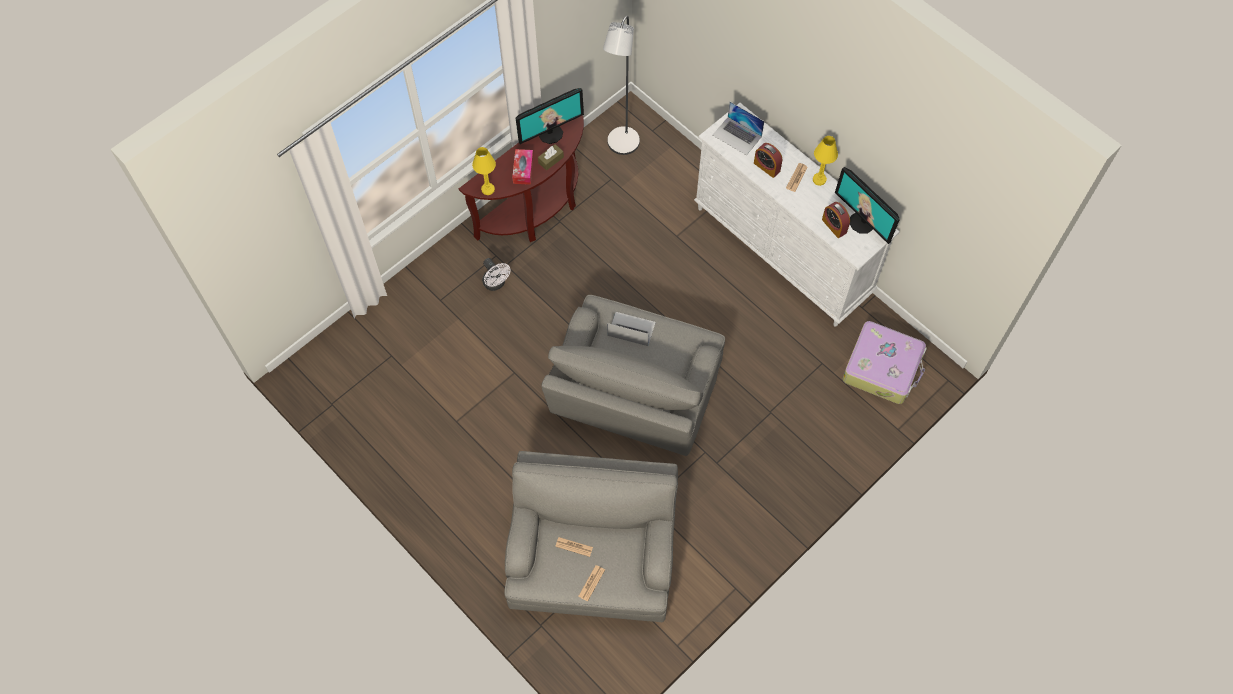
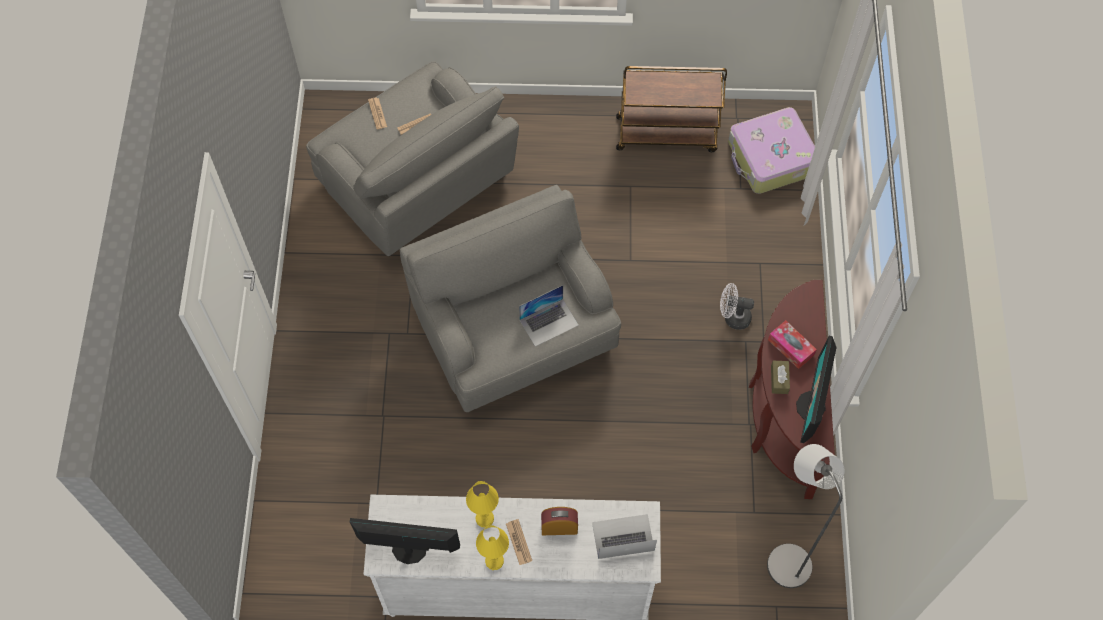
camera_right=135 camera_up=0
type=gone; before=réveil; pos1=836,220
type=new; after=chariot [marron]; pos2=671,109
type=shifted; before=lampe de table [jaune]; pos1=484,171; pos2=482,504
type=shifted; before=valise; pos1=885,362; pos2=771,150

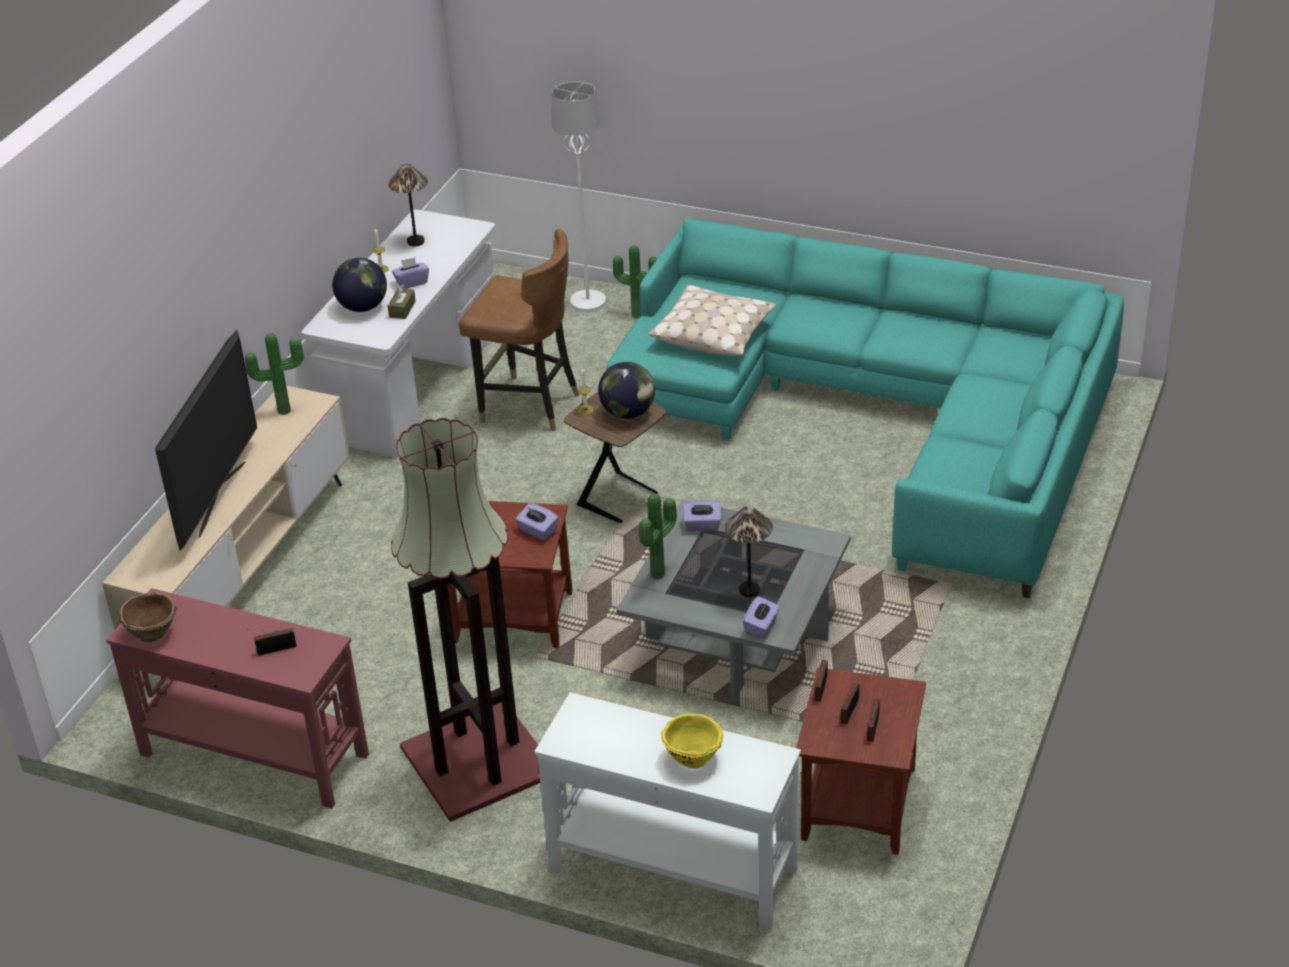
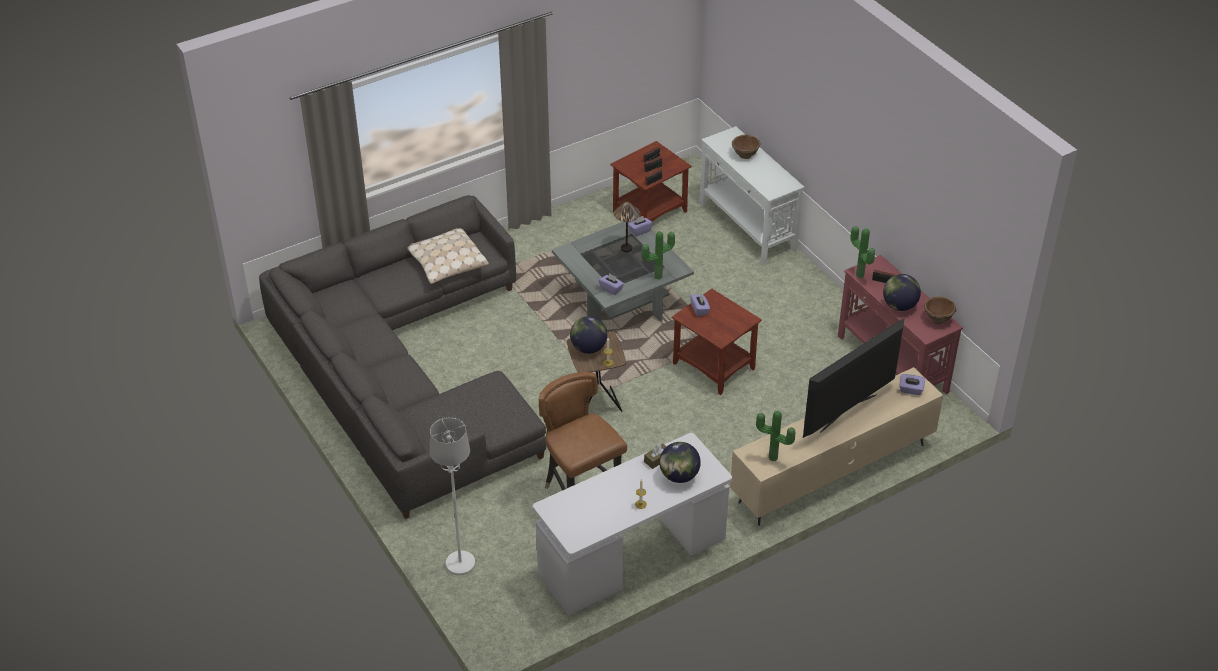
camera_right=-145 camera_up=5
type=gone; before=lampe de table; pos1=408,205
type=gone; before=lampadaire; pos1=465,620
type=new; after=globe; pos2=902,292
type=shifted; before=boîte à mouchoirs [violet]; pos1=410,273; pos2=912,384
type=shifted; before=plante en pot; pos1=635,282; pos2=862,252
type=shifted; before=coussin [beige]; pos1=712,320; pos2=448,256
type=repainted; before=canapé [turquoise]; after=canapé [gris]; pos1=865,408; pos2=403,357
type=repainted; before=bol [jaune]; after=bol [marron]; pos1=692,741; pos2=746,147

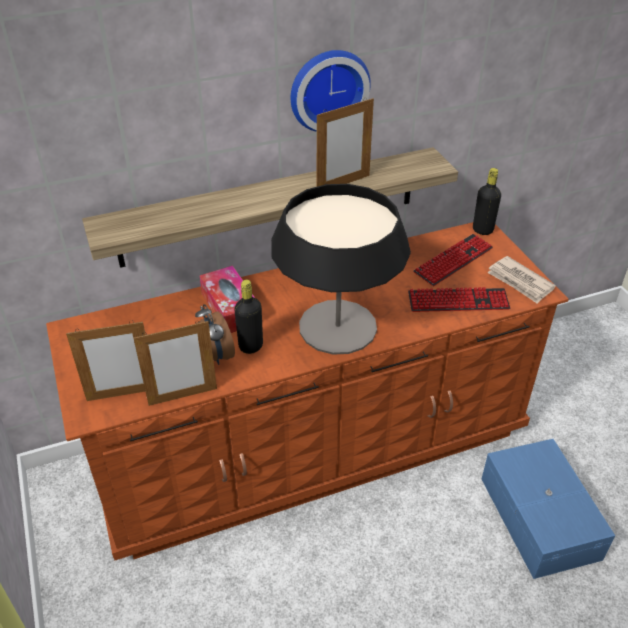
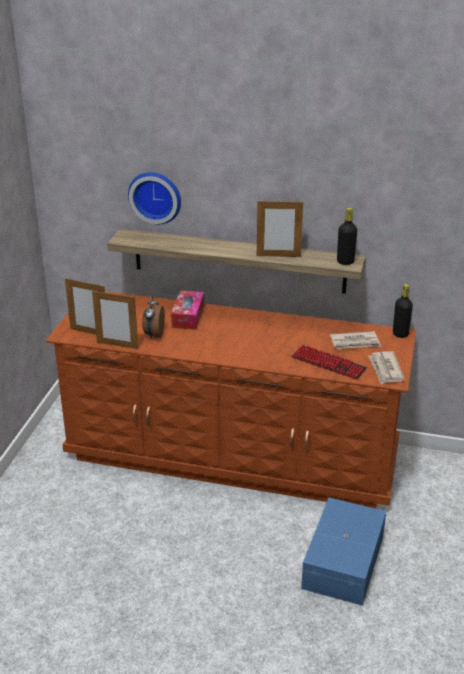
camera_right=35 camera_up=-10
type=gone; before=lampe de table; pos1=341,269
type=shifted; before=bouteille [noir]; pos1=248,317; pos2=347,236
type=shifted; before=horloge murale; pos1=331,91; pos2=154,198
type=swapped; before=clavier; after=journal; pos1=453,260; pos2=355,340

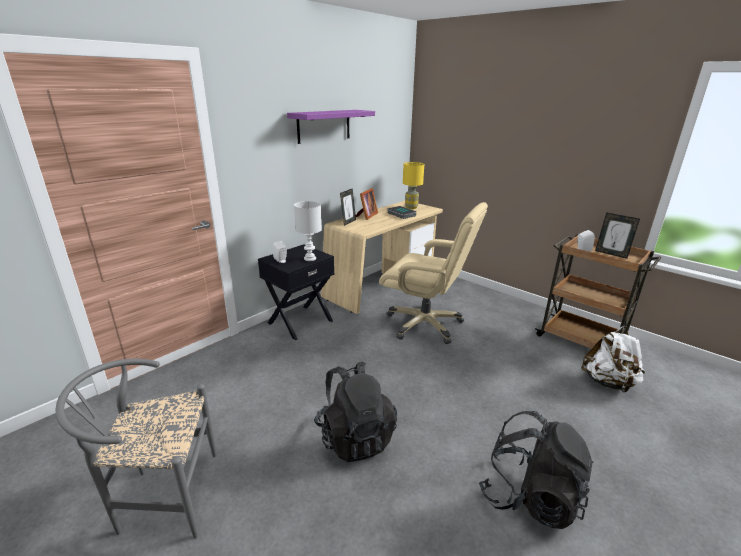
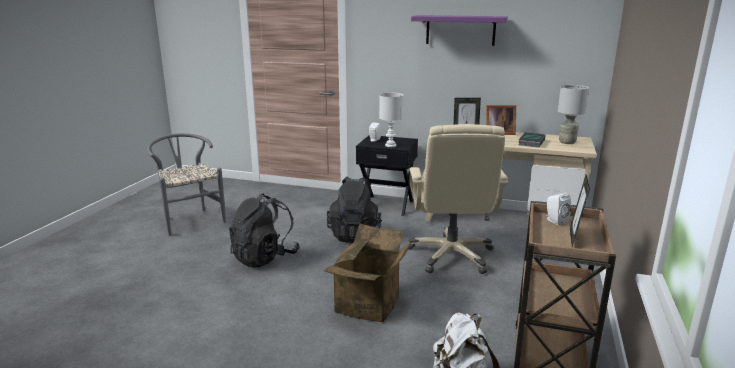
camera_right=65 camera_up=-5
type=new; after=carton; pos2=367,272
type=shifted; before=sac à dos [noir]; pos1=536,470; pos2=354,209
type=repainted; before=lampe de table [jaune]; after=lampe de table [gris]; pos1=413,185; pos2=573,114

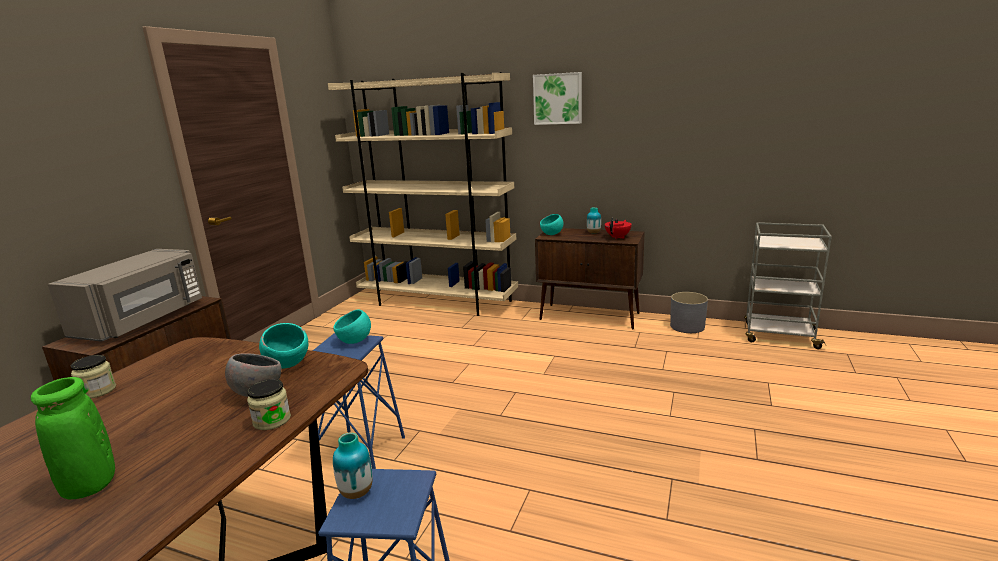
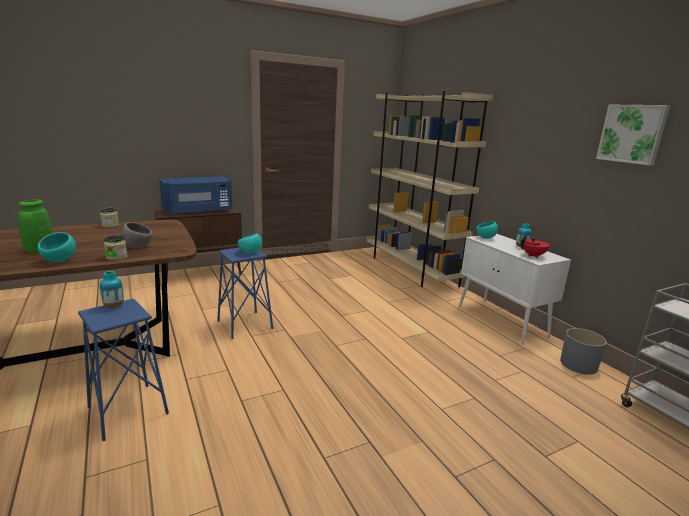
camera_right=40 camera_up=0
type=shifted; before=bol [turquoise]; pos1=284,346; pos2=57,247
type=shifted; before=tableau; pos1=557,98; pos2=633,135
type=repainted; before=micro-ondes [gris]; after=micro-ondes [bleu]; pos1=125,295; pos2=195,196
type=repainted; before=meuble de rangement [marron]; after=meuble de rangement [blanc]; pos1=590,279; pos2=515,289

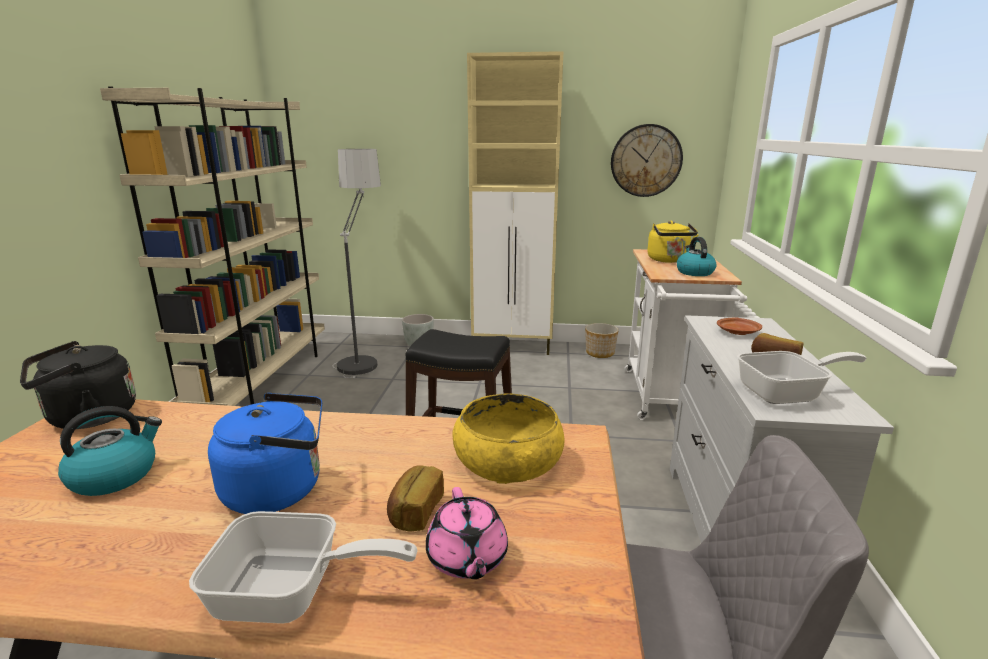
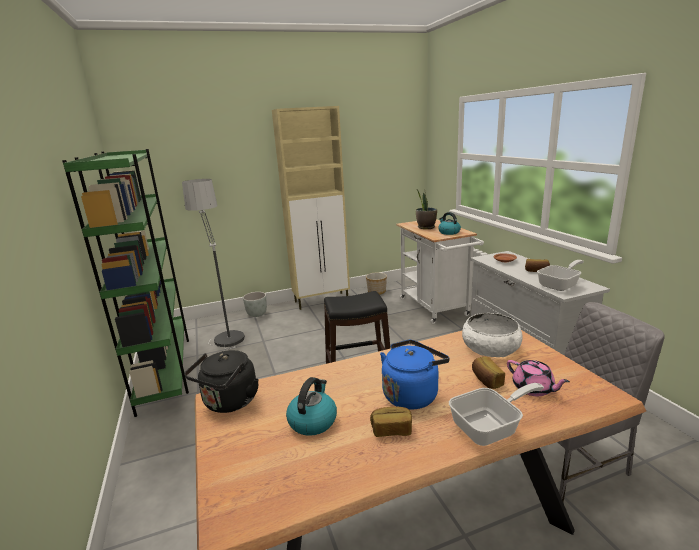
camera_right=-25 camera_up=0
type=gone; before=horloge murale; pos1=647,160
type=new; after=pain; pos2=391,422
type=swapped; before=bouilloire [jaune]; after=plante en pot; pos1=673,241; pos2=426,209
type=repainted; before=bibliothèque [beige]; after=bibliothèque [vert]; pos1=212,246; pos2=125,283
type=repainted; before=bol [jaune]; after=bol [blanc]; pos1=508,438; pos2=492,335

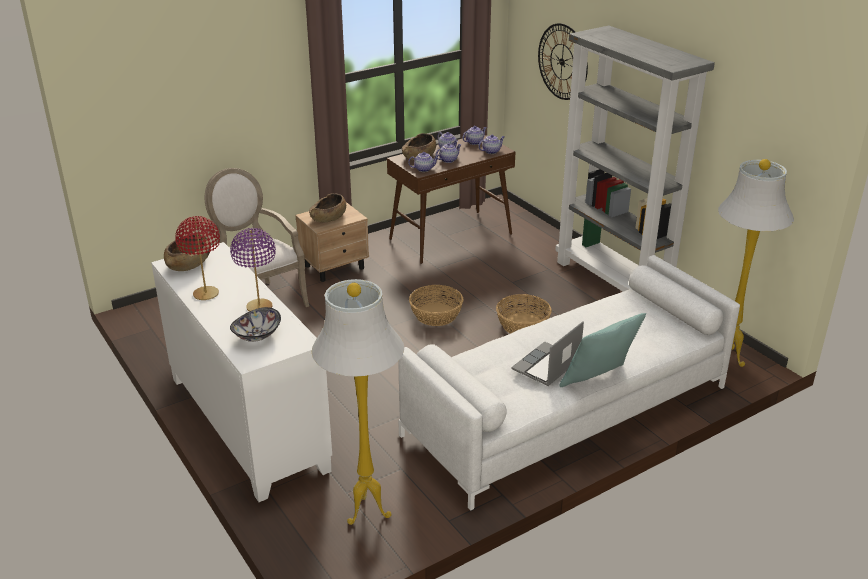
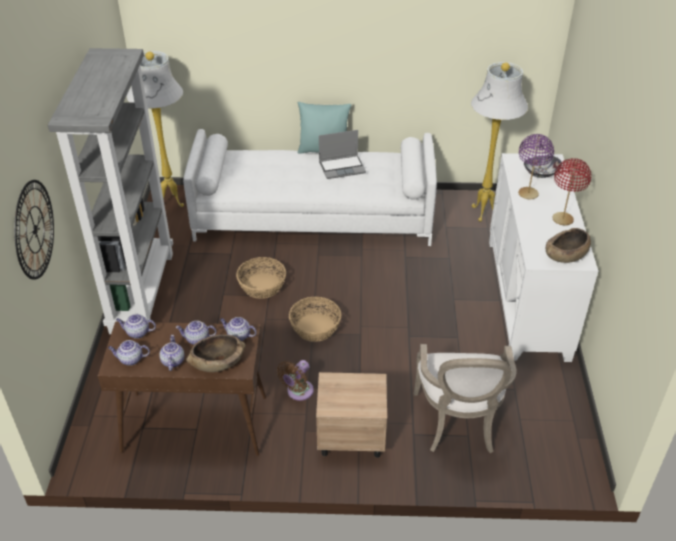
camera_right=-145 camera_up=10
type=gone; before=bol [marron]; pos1=327,207
type=new; after=ventilateur [marron]; pos2=295,380

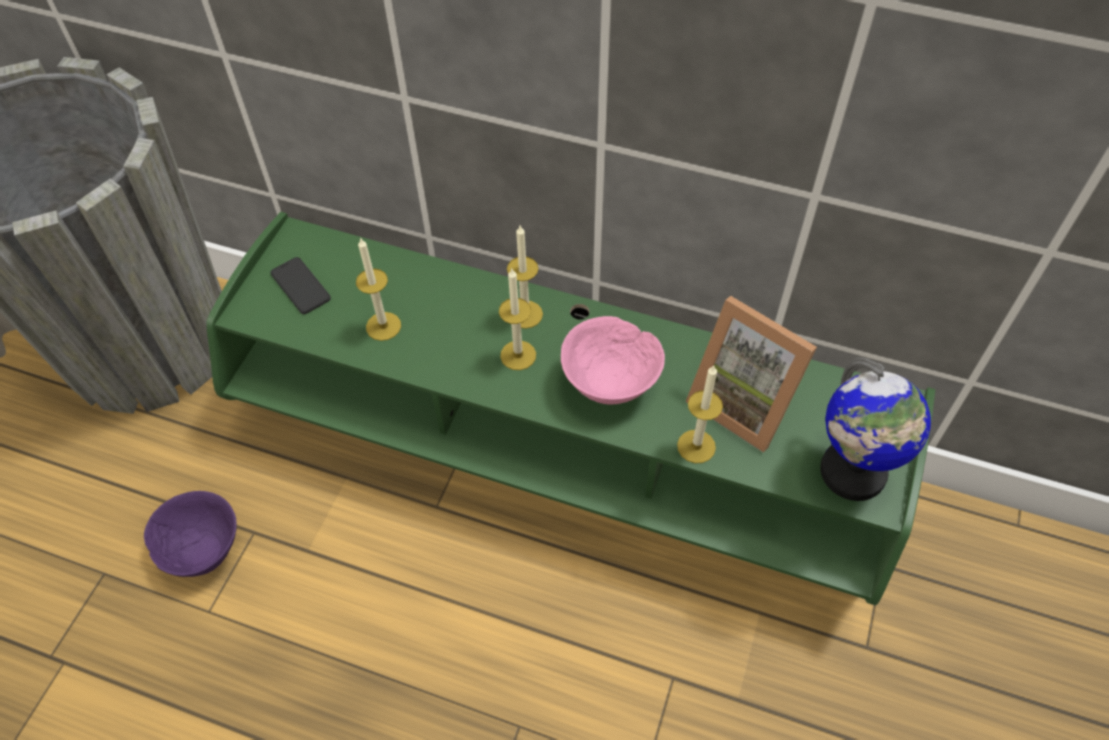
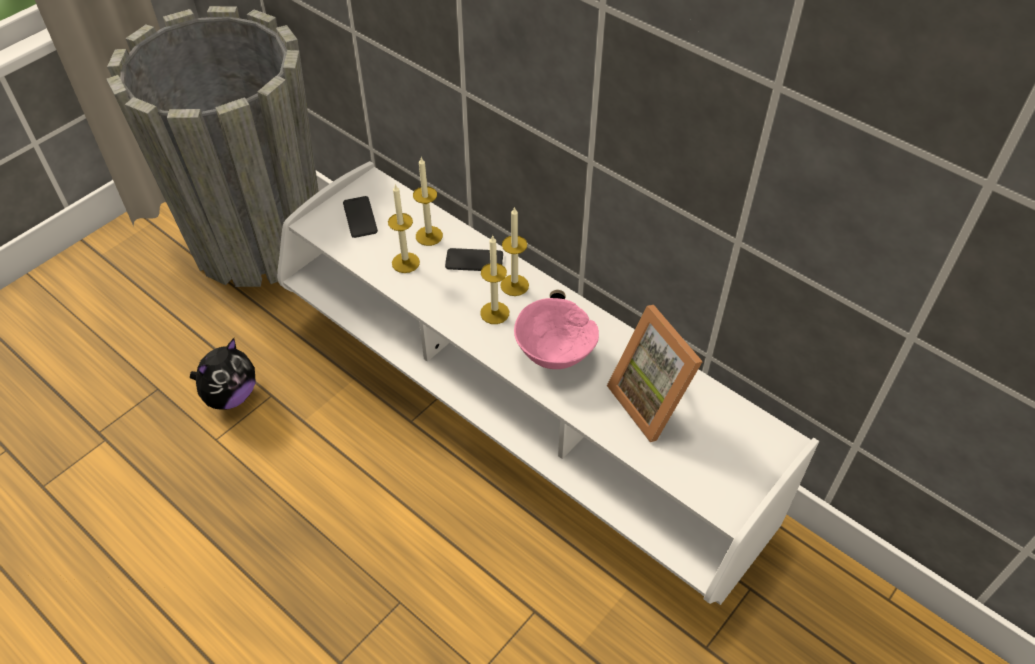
camera_right=20 camera_up=-5
type=gone; before=globe; pos1=875,429
type=new; after=téléphone; pos2=474,259
type=shifted; before=bougie; pos1=700,414; pos2=428,201
type=swapped; before=bol [violet]; after=peluche; pos1=190,534; pos2=223,373
type=repainted; before=meuble télé [vert]; after=meuble télé [blanc]; pos1=570,409; pos2=548,383

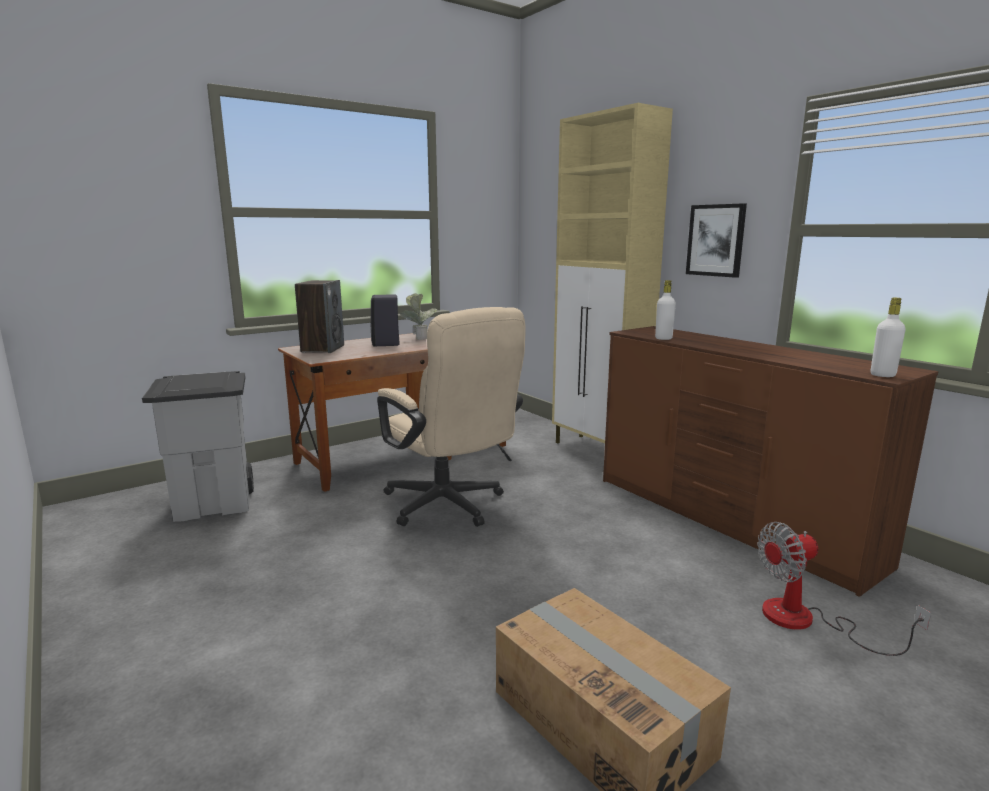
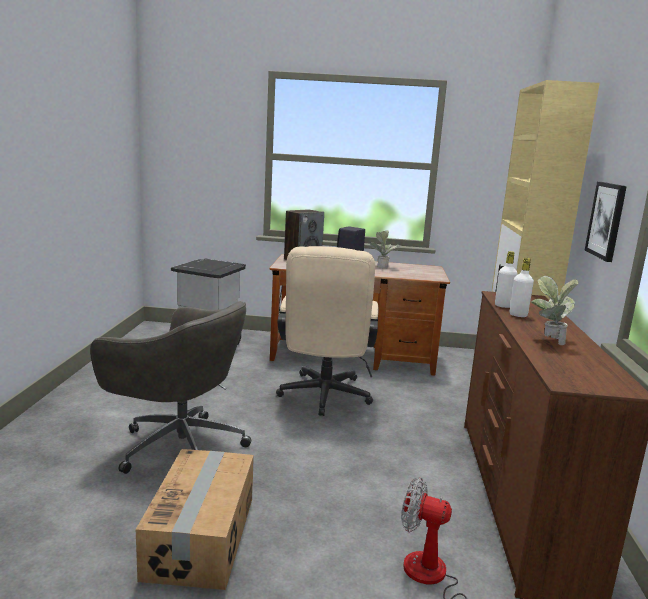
camera_right=40 camera_up=0
type=new; after=chaise de bureau [gris]; pos2=170,387
type=new; after=plante en pot; pos2=555,310
type=shifted; before=bouteille [blanc]; pos1=888,337; pos2=522,287

